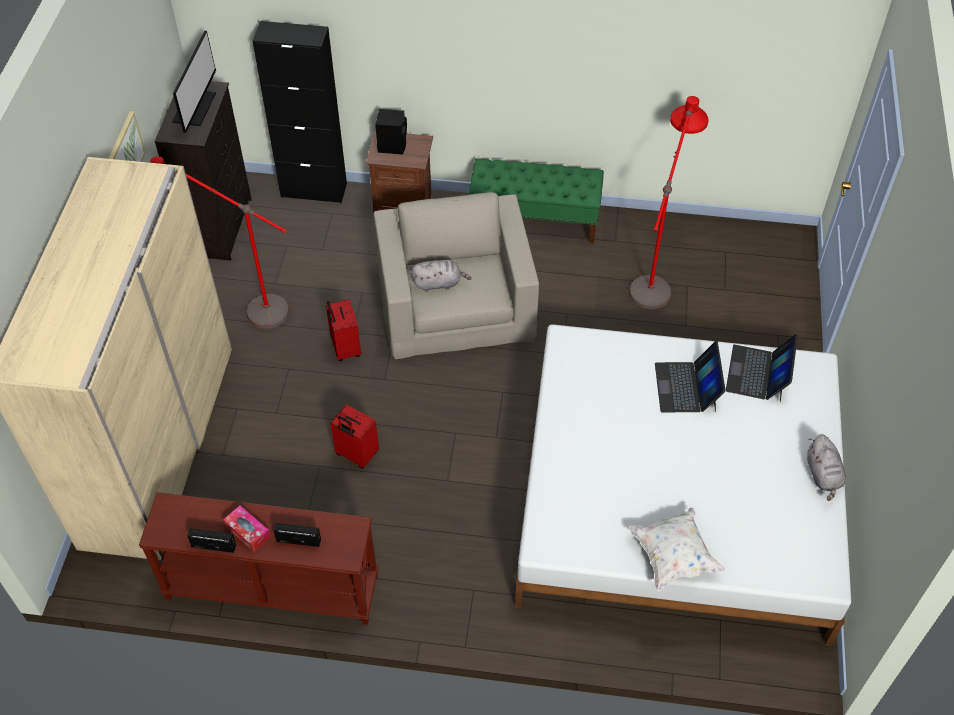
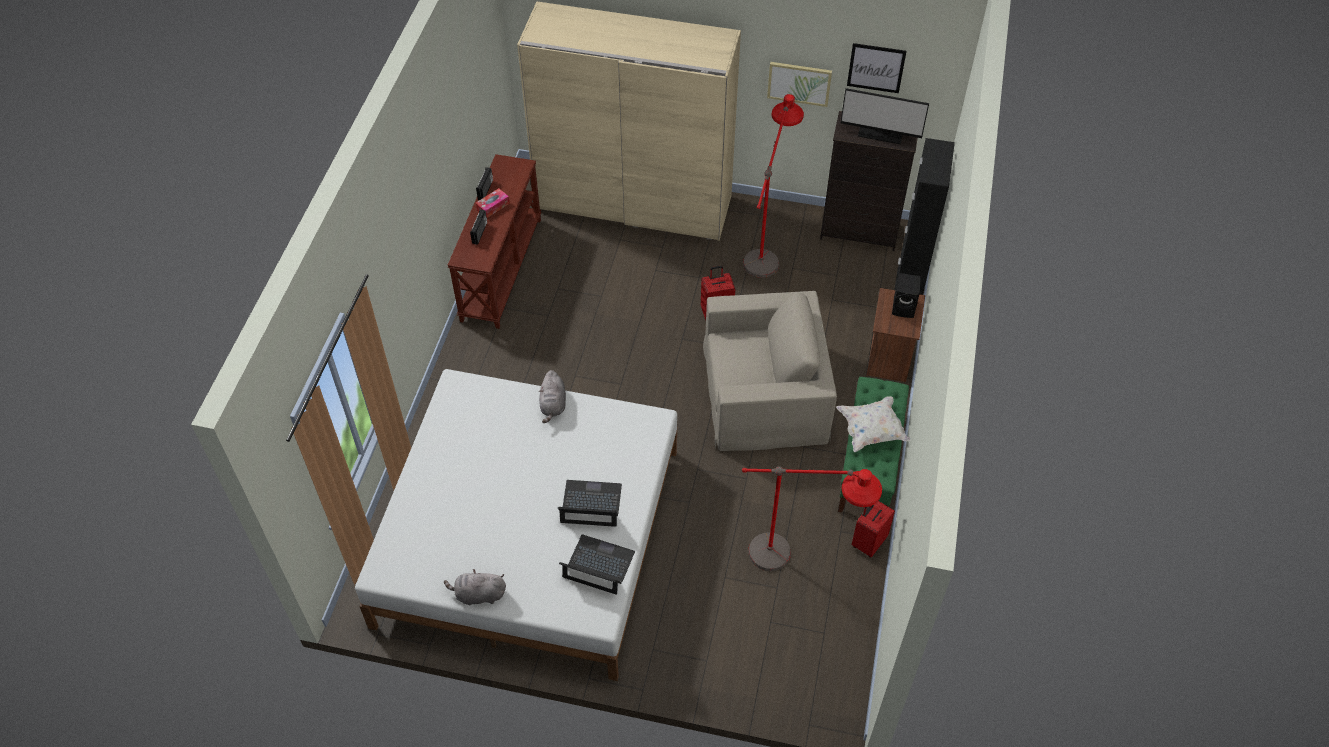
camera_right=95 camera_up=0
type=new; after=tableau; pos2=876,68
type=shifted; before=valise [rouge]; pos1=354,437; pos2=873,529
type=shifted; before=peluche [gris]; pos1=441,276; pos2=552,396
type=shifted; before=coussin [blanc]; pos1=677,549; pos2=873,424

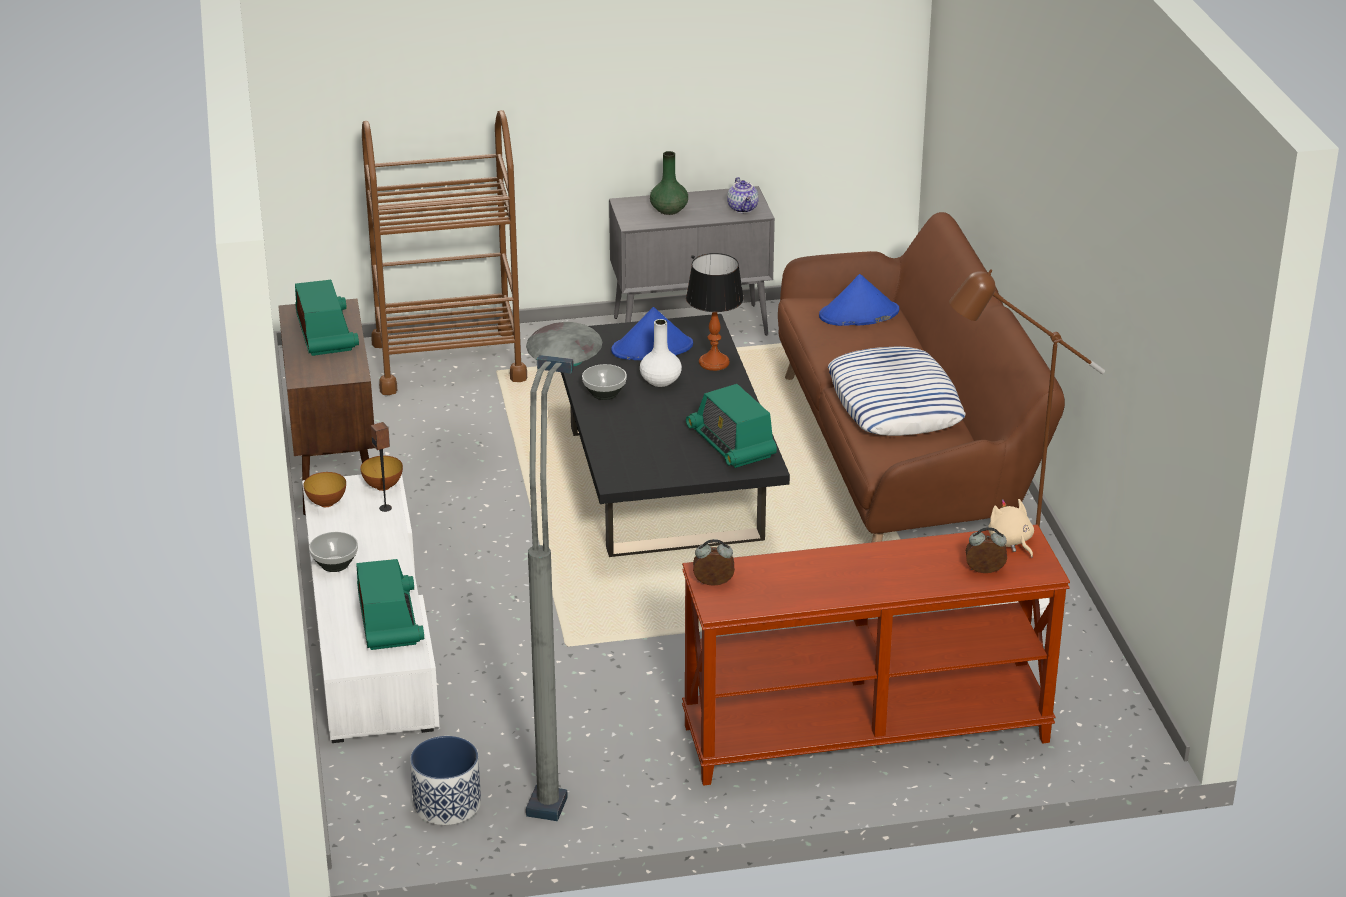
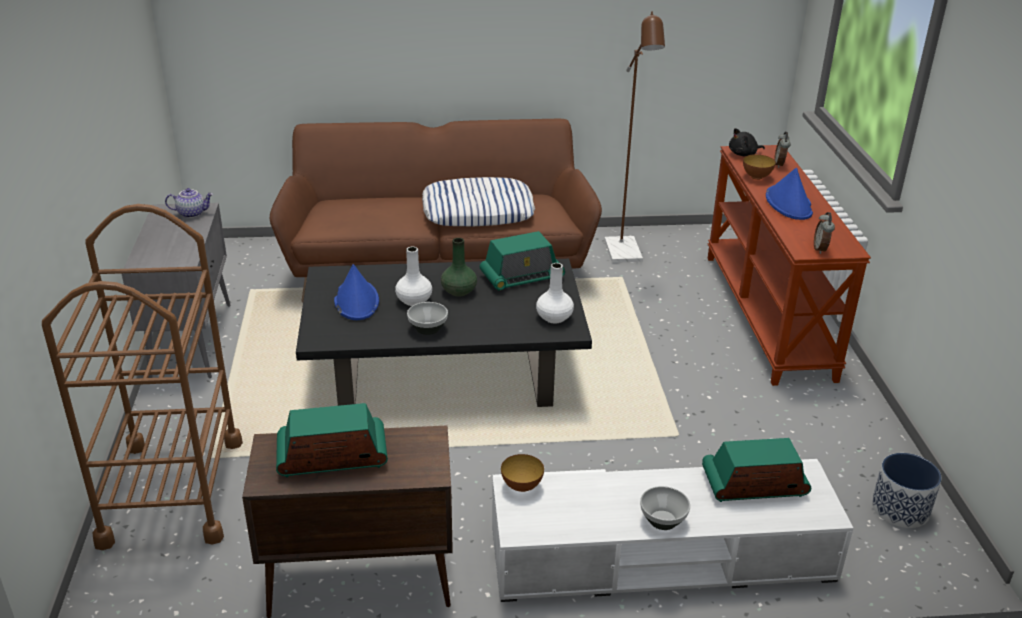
camera_right=-85 camera_up=0
type=gone; before=enceinte; pos1=381,467
type=gone; before=lampadaire [gris]; pos1=564,571
type=gone; before=lampe de table; pos1=715,312
type=new; after=vase [blanc]; pos2=555,293
type=shifted; before=bol; pos1=324,489; pos2=759,167
type=shifted; before=vase [vert]; pos1=669,183; pos2=459,267
type=shifted; before=chapeau [bleu]; pos1=859,300; pos2=789,194
type=repainted; before=peluche [beige]; after=peluche [noir]; pos1=1011,528; pos2=747,142

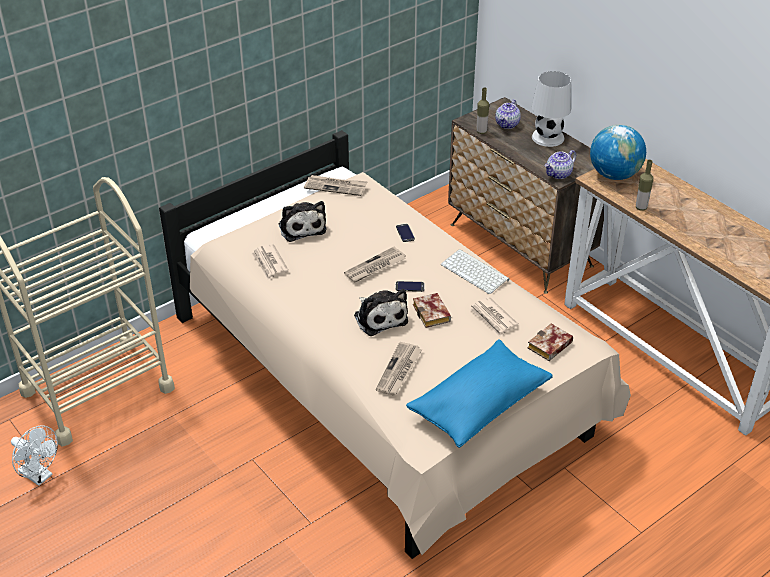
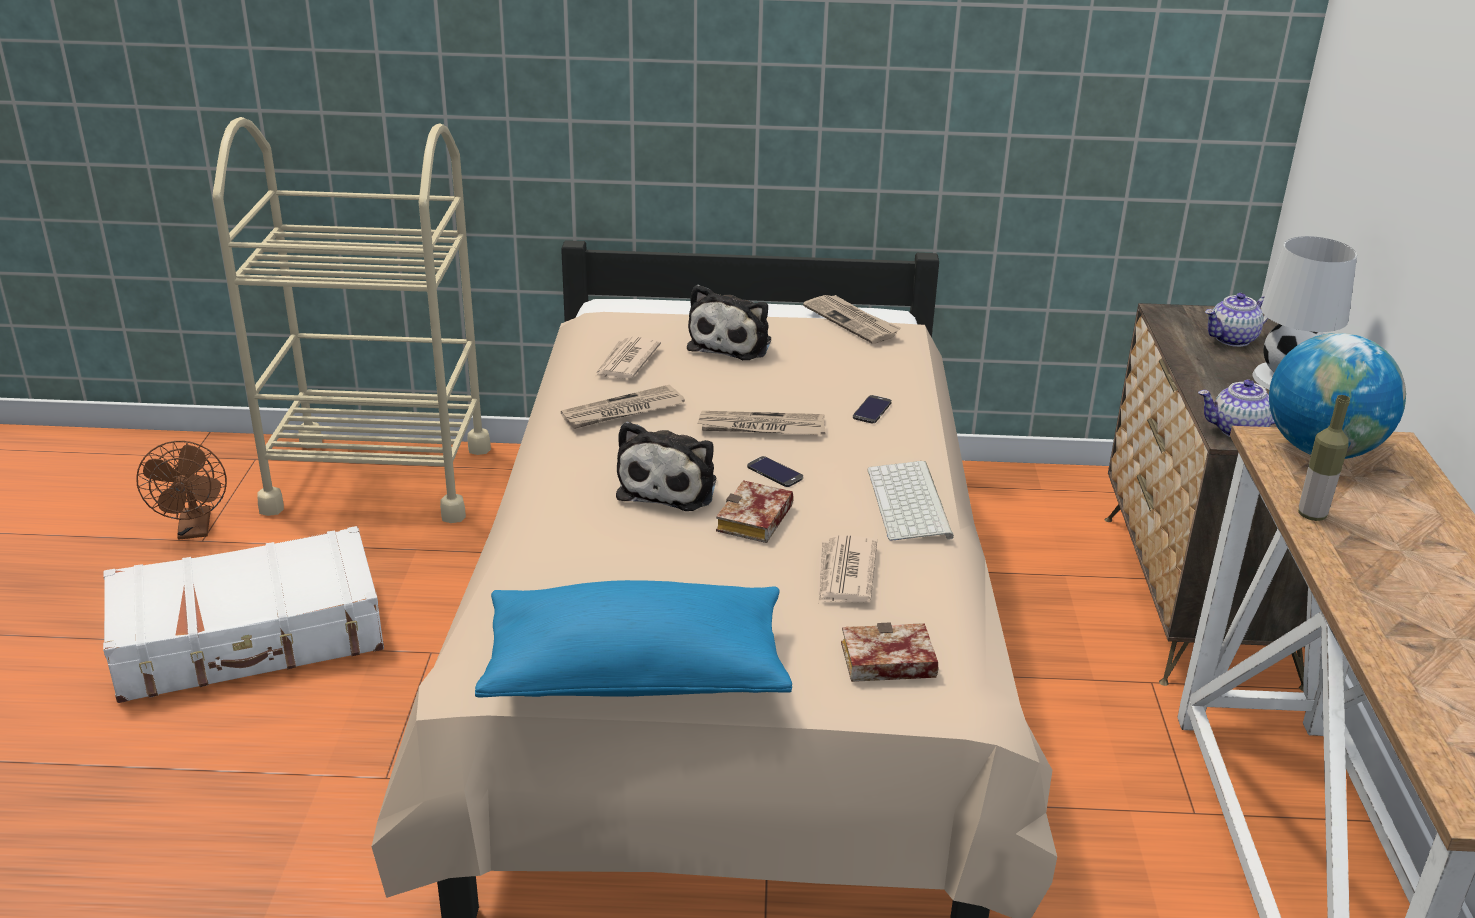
camera_right=40 camera_up=-10
type=gone; before=bouteille; pos1=483,110
type=new; after=valise [blanc]; pos2=243,614
type=shifted; before=journal; pos1=399,369; pos2=623,407
type=repainted; before=ventilateur [blanc]; after=ventilateur [marron]; pos1=34,456; pos2=181,490

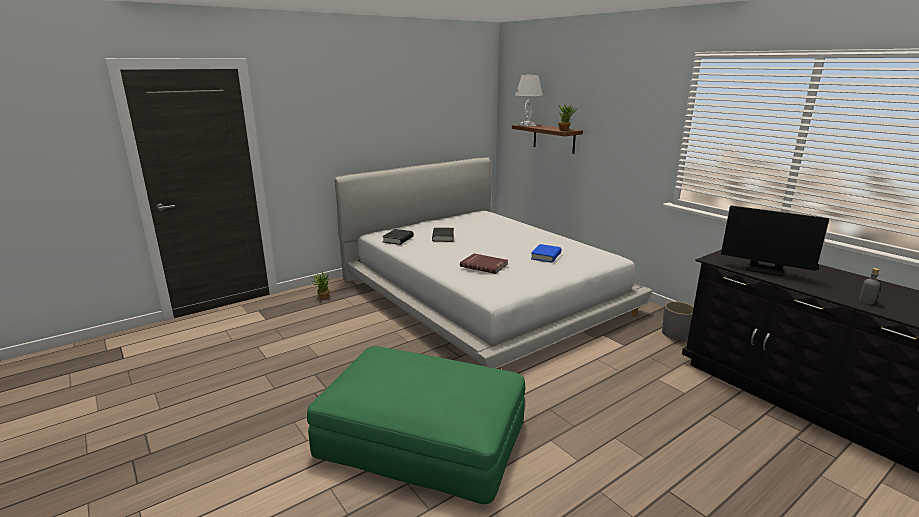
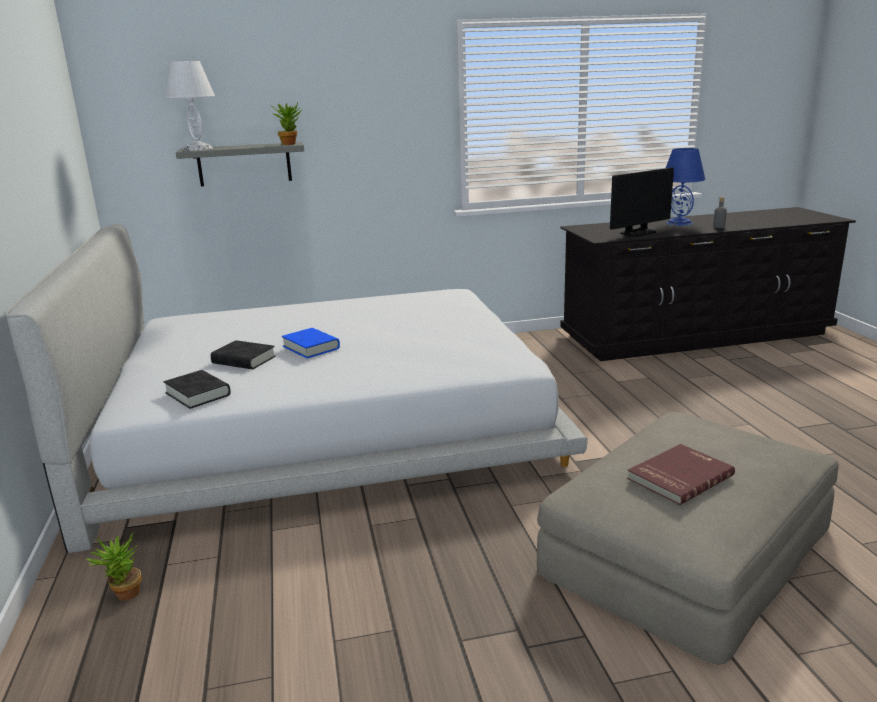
camera_right=-65 camera_up=0
type=gone; before=cache-pot [gris]; pos1=678,321
type=new; after=lampe de table [bleu]; pos2=685,187
type=shifted; before=livre [rouge]; pos1=484,263; pos2=681,474
type=shifted; before=livre [bleu]; pos1=546,253; pos2=311,343
type=repainted; before=pouf [vert]; after=pouf [beige]; pos1=416,425; pos2=687,538
type=repainted; before=étagère [marron]; after=étagère [gris]; pos1=547,139; pos2=240,164

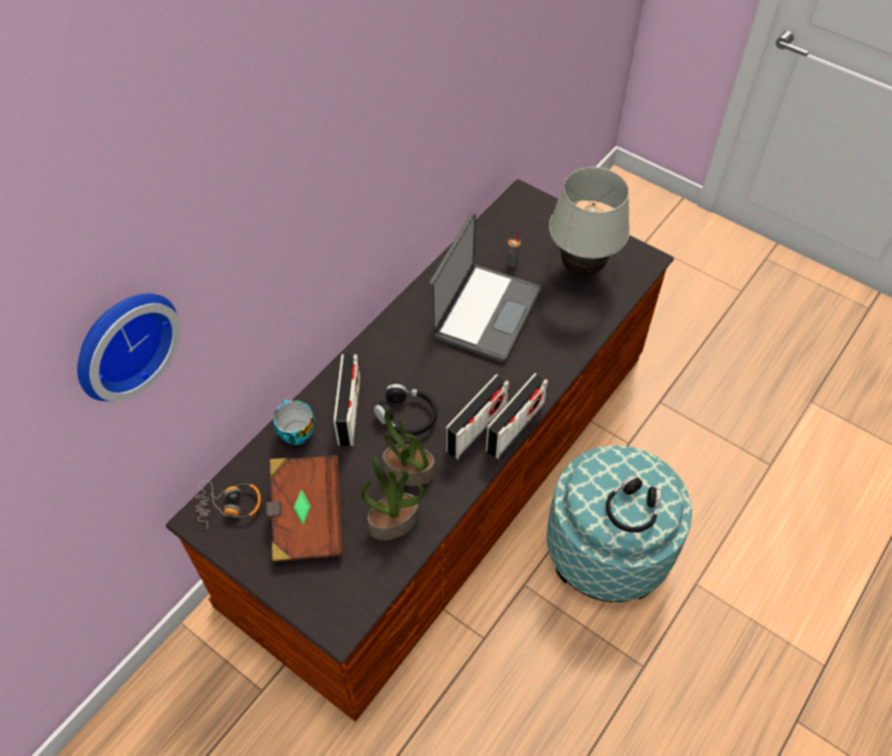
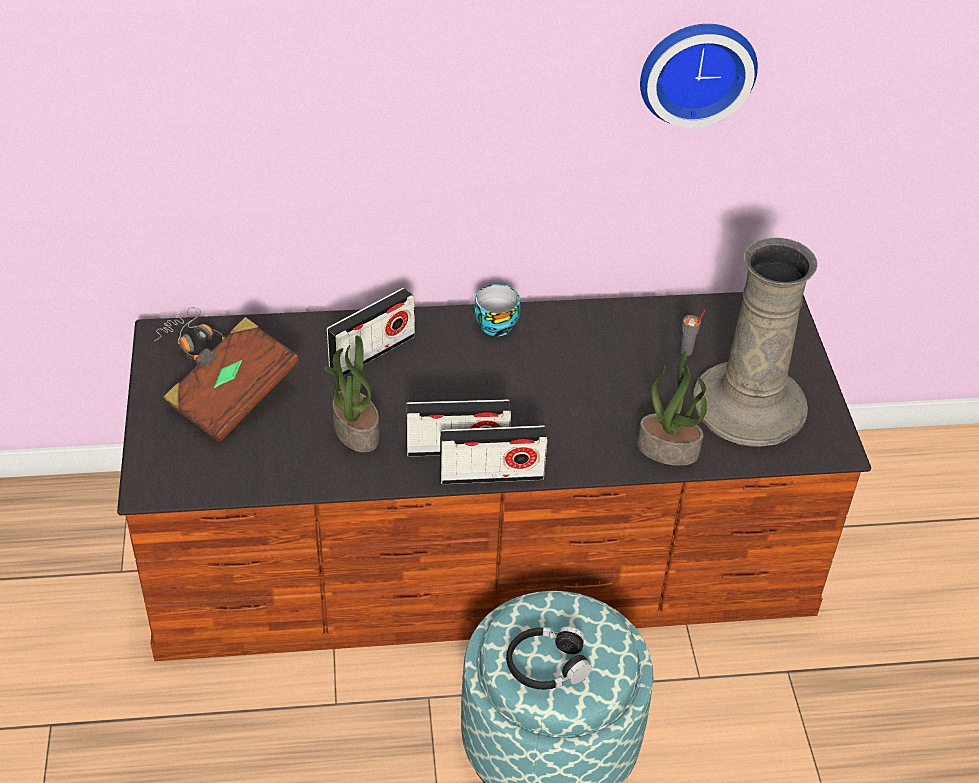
camera_right=45 camera_up=-10
type=gone; before=casque audio [noir]; pos1=405,410
type=gone; before=ordinateur portable; pos1=485,287
type=shifted; before=horloge murale; pos1=129,347; pos2=699,76
type=shifted; before=tasse; pos1=294,422; pos2=497,310
type=shifted; before=plante en pot; pos1=392,498; pos2=672,408
type=swapped; before=lampe de table [blanc]; after=vase [beige]; pos1=589,222; pos2=755,342

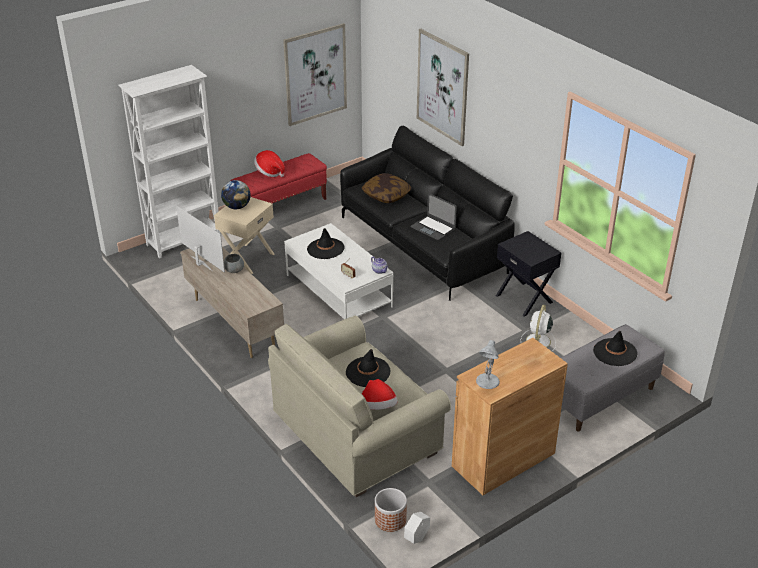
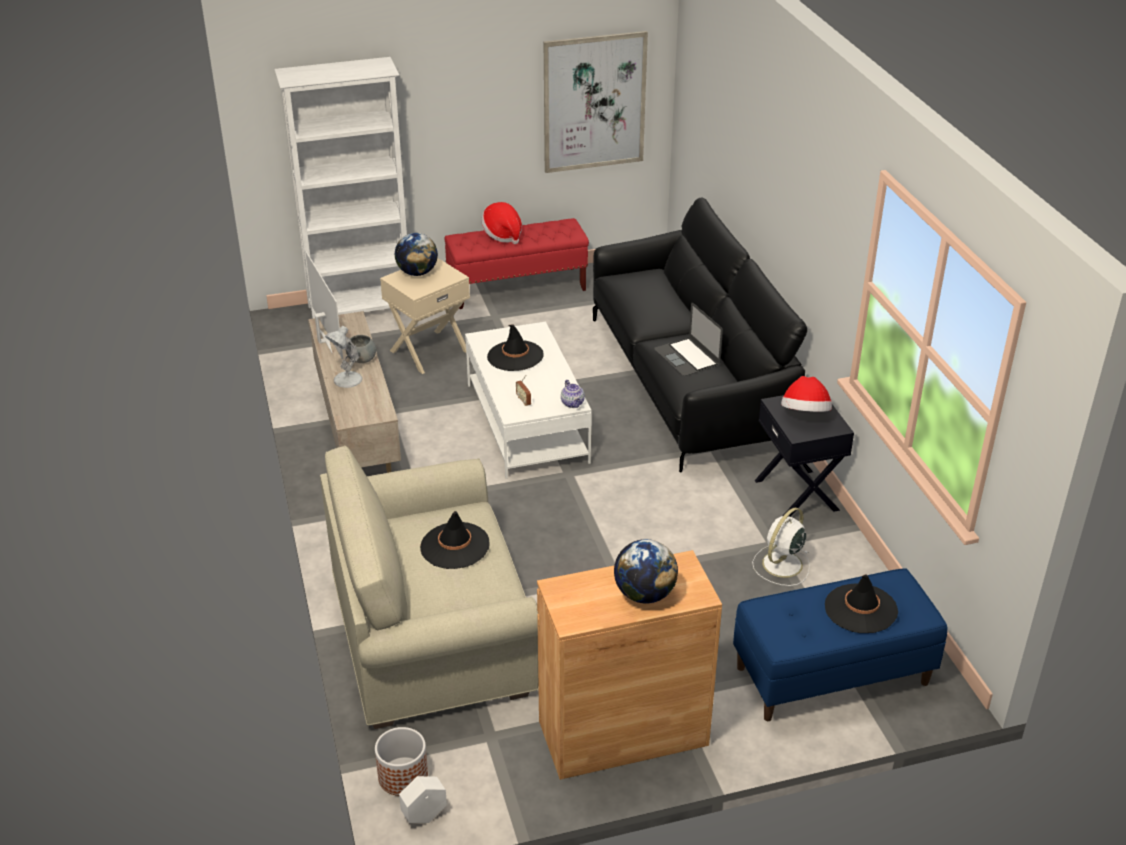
camera_right=20 camera_up=0
type=gone; before=coussin; pos1=387,188
type=gone; before=tableau; pos1=443,87
type=new; after=globe; pos2=646,571
type=shifted; before=chapeau; pos1=380,394; pos2=806,394
type=shifted; before=lampe de table [blanc]; pos1=488,364; pos2=343,357
type=repainted; before=banc [gris]; after=banc [bleu]; pos1=613,378; pos2=840,644

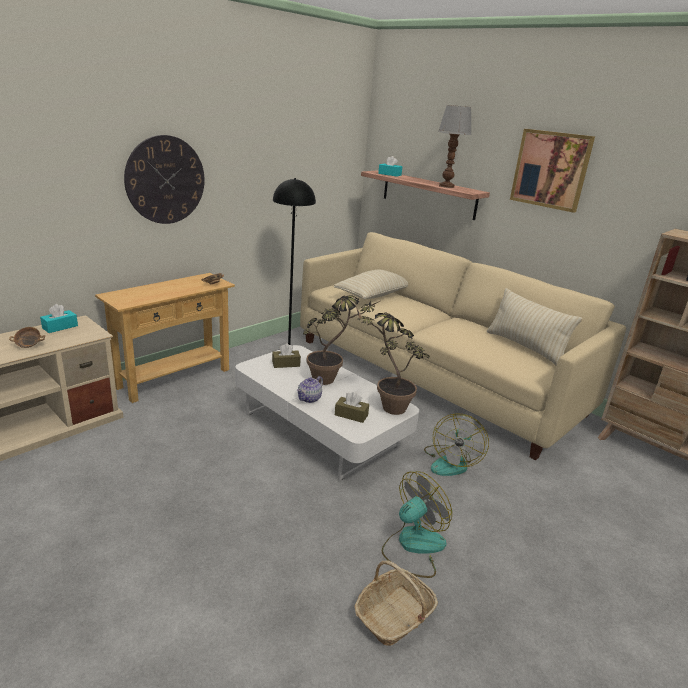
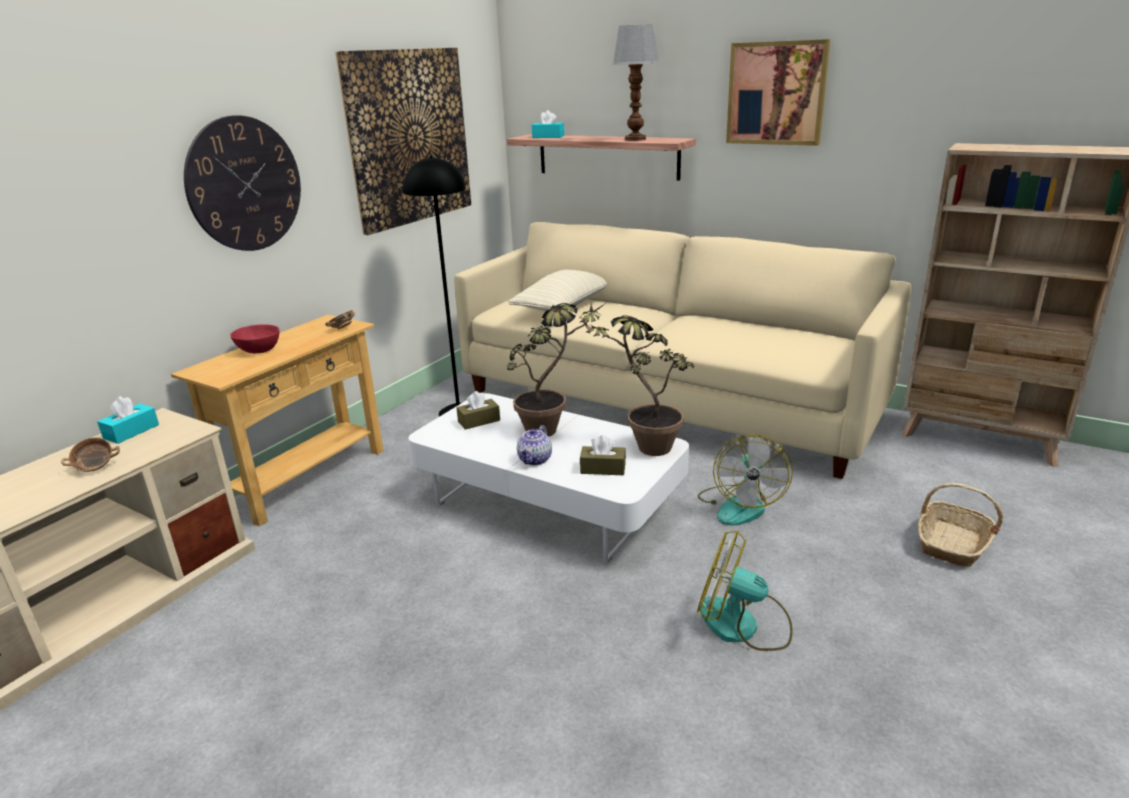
camera_right=-10 camera_up=0
type=gone; before=coussin [beige]; pos1=534,326
type=new; after=bol [rouge]; pos2=254,338
type=new; after=tableau; pos2=403,141
type=shifted; before=panier; pos1=396,603; pos2=960,525
type=rotated; before=ventilateur; pos1=417,524; pos2=745,590; turn=-105

